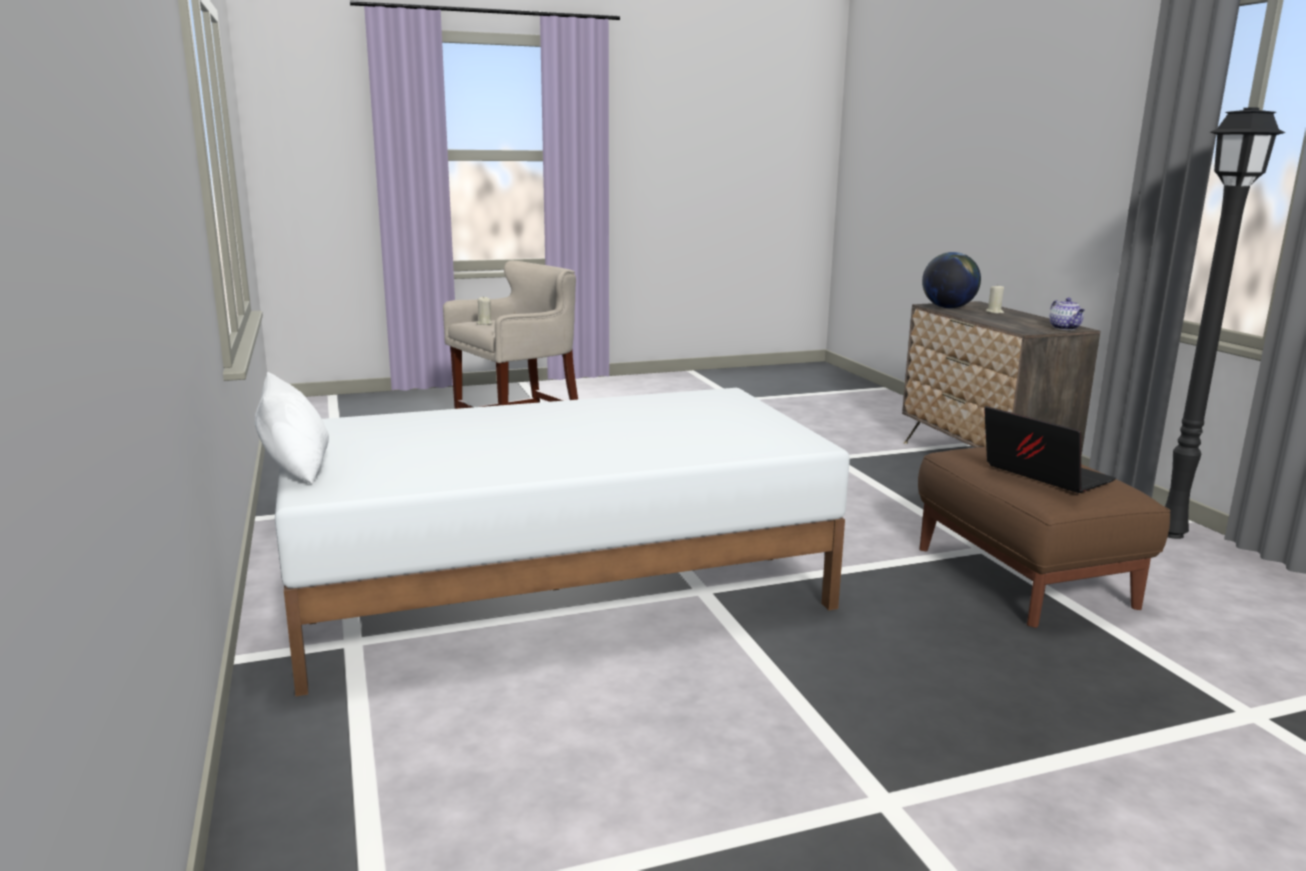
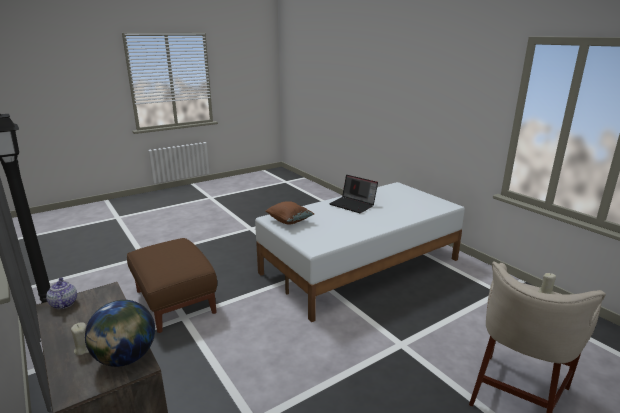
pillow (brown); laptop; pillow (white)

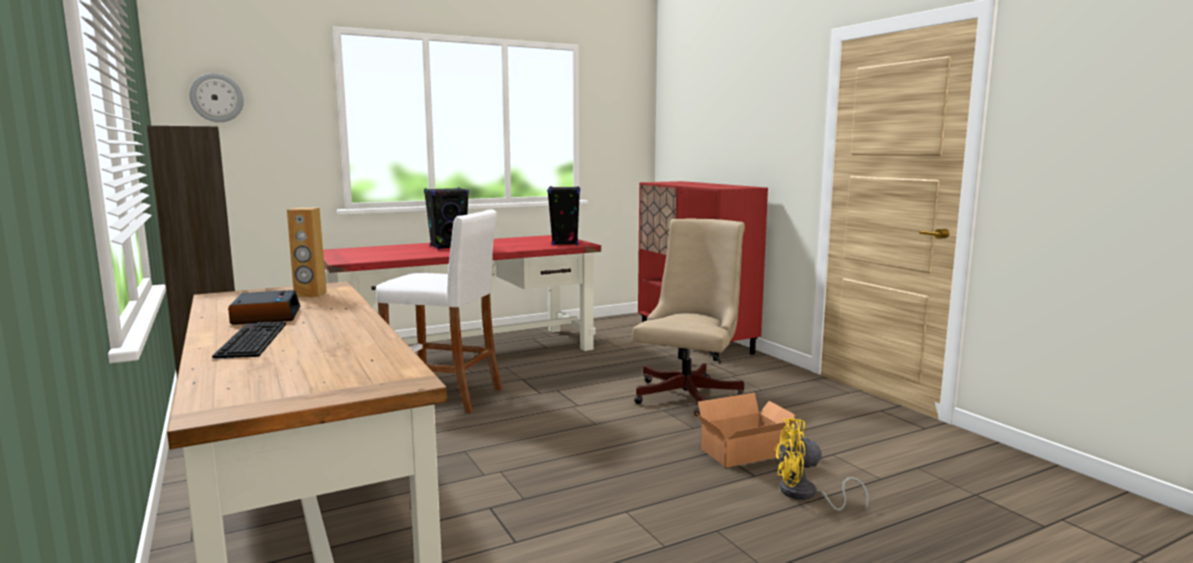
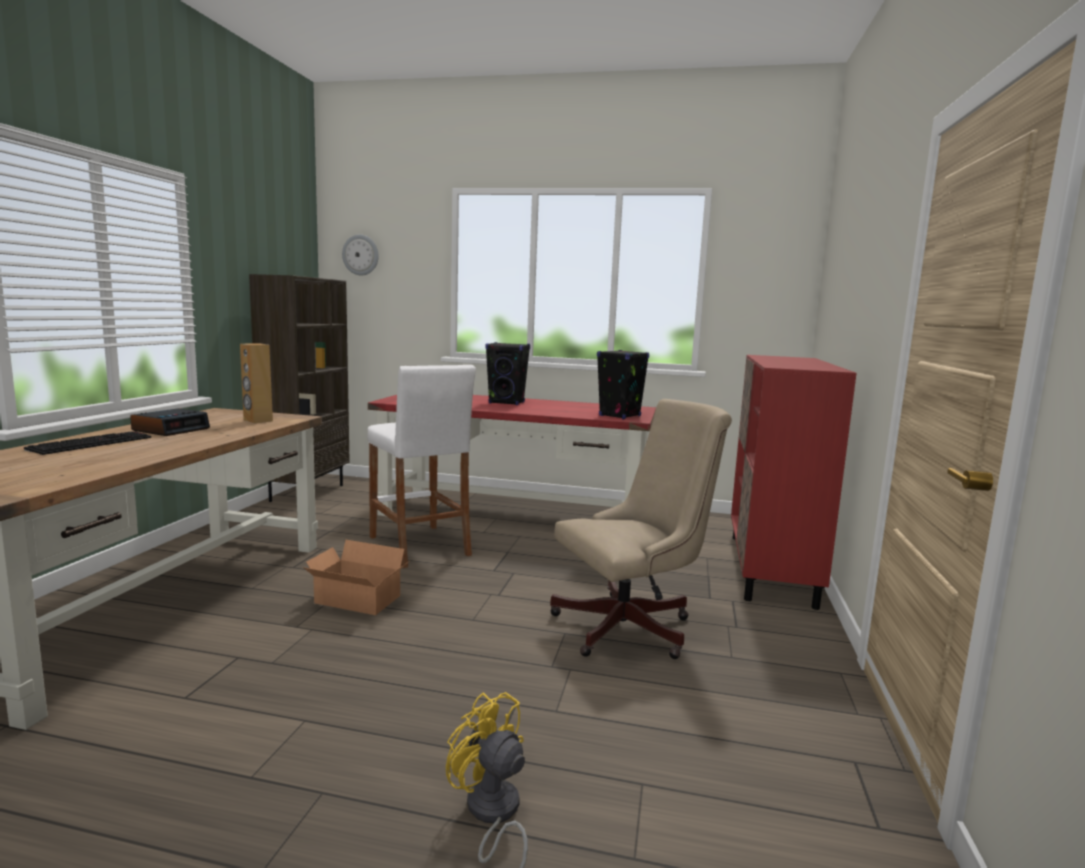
cardboard box

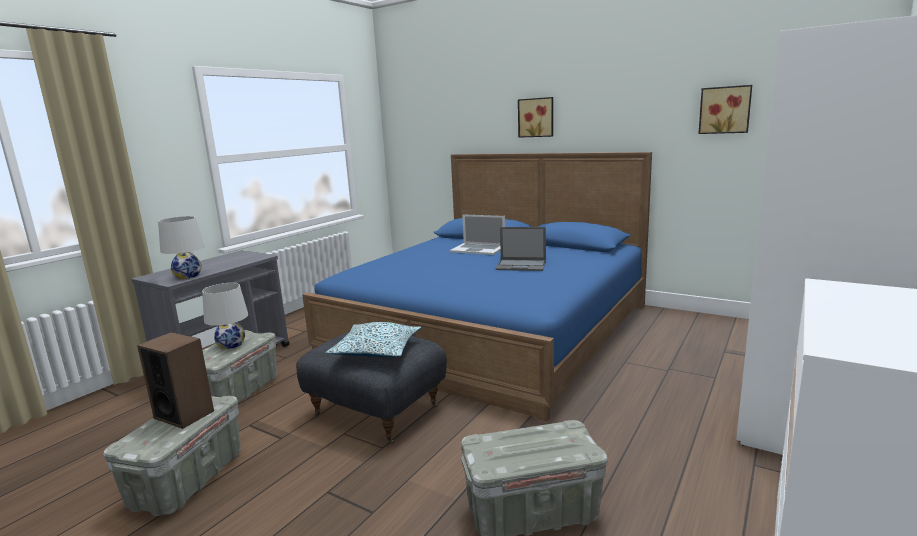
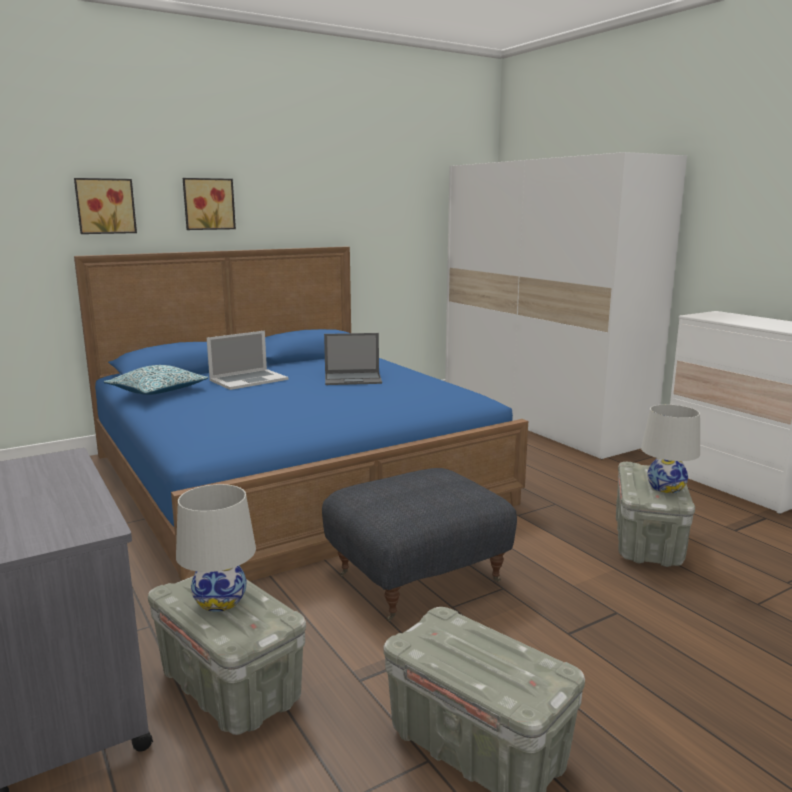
picture (1st from left); pillow; laptop (2nd from left); table lamp (white) (2nd from left); speaker

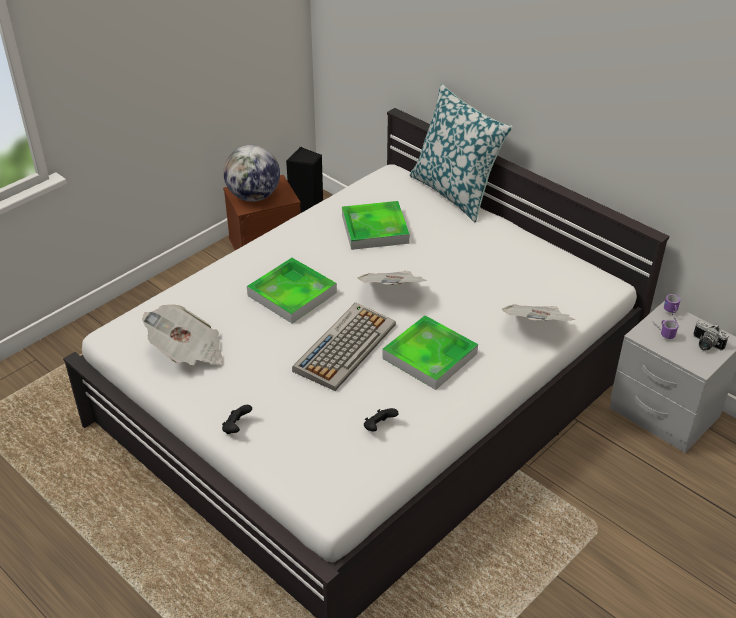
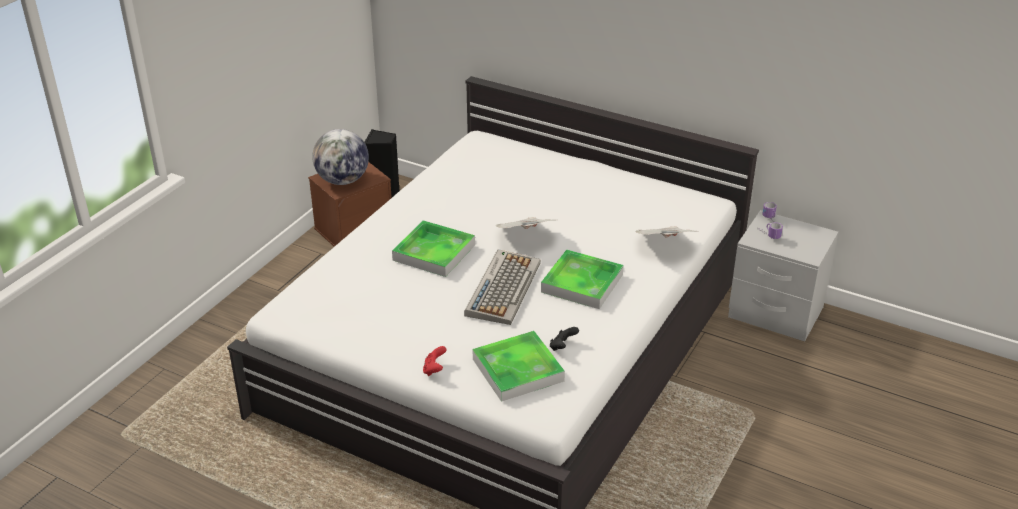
game controller (red); tray (2nd from left); newspaper (1st from left in the first image); pillow; photo camera

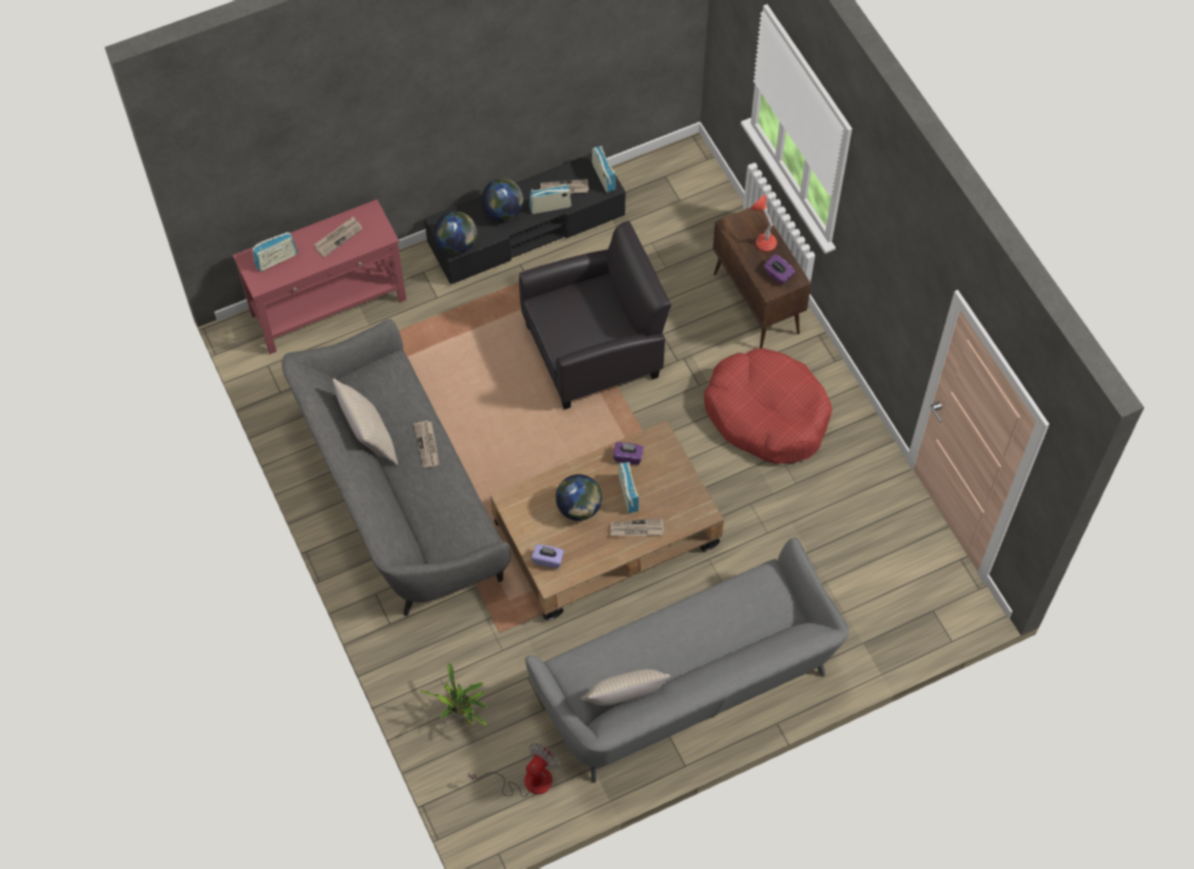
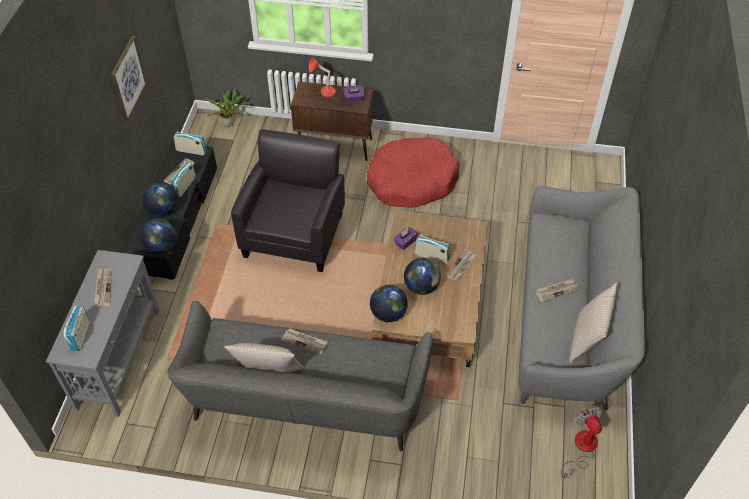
console table (grey); picture; potted plant; globe (3rd from left); newspaper (5th from left); tissue box (purple) (1st from left in the first image)

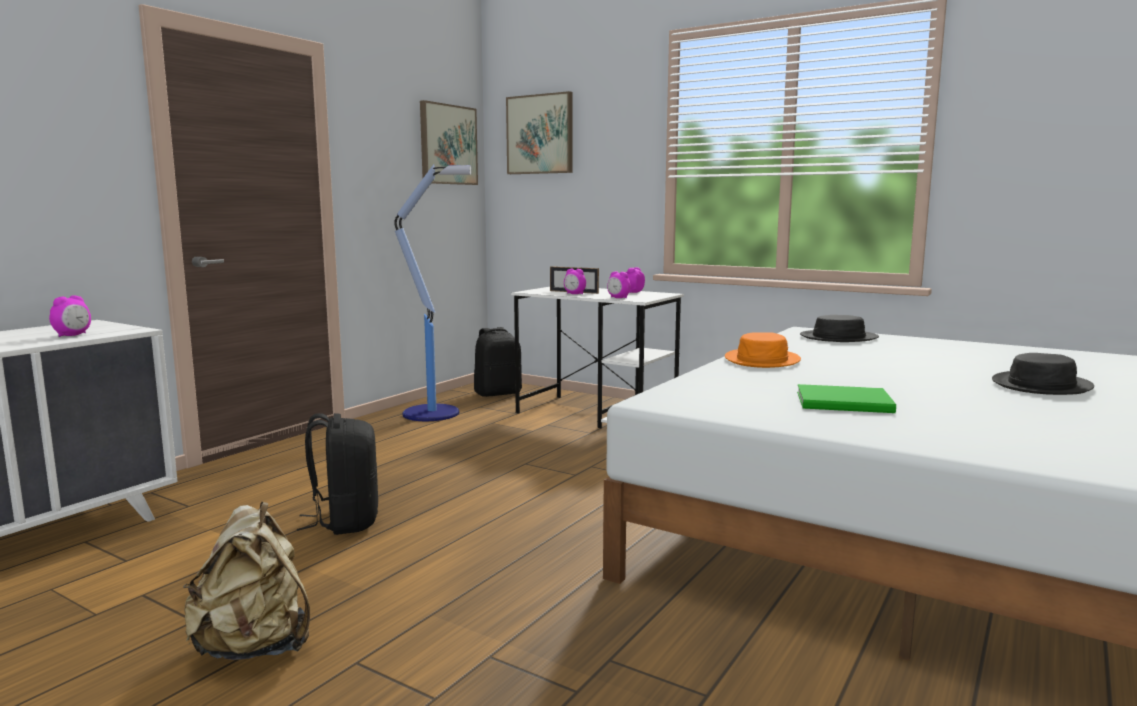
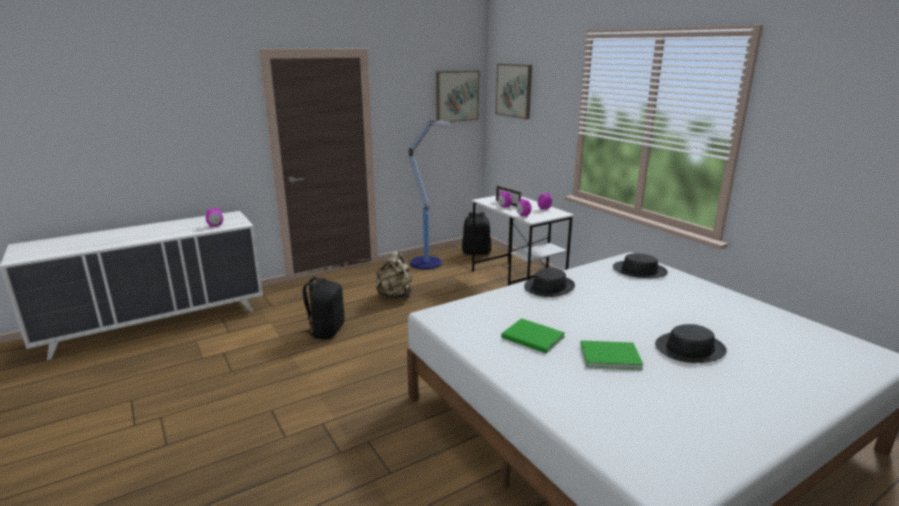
backpack (beige); hat (black) (1st from left); book (green) (2nd from left)

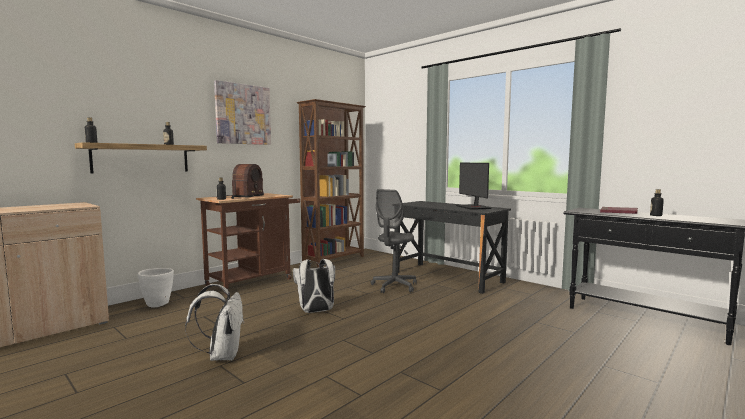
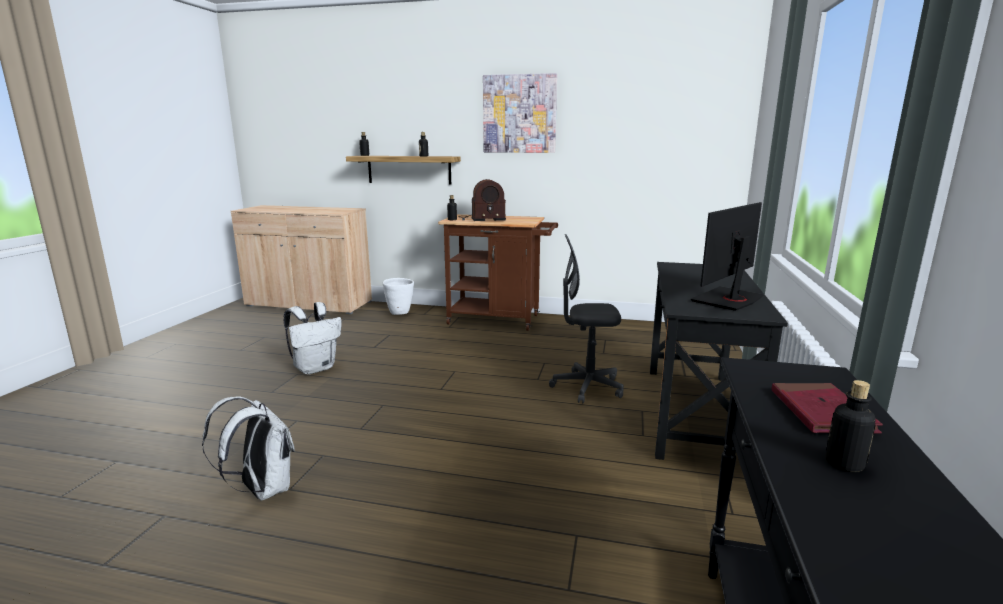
backpack (white) (1st from left); bookcase (brown)

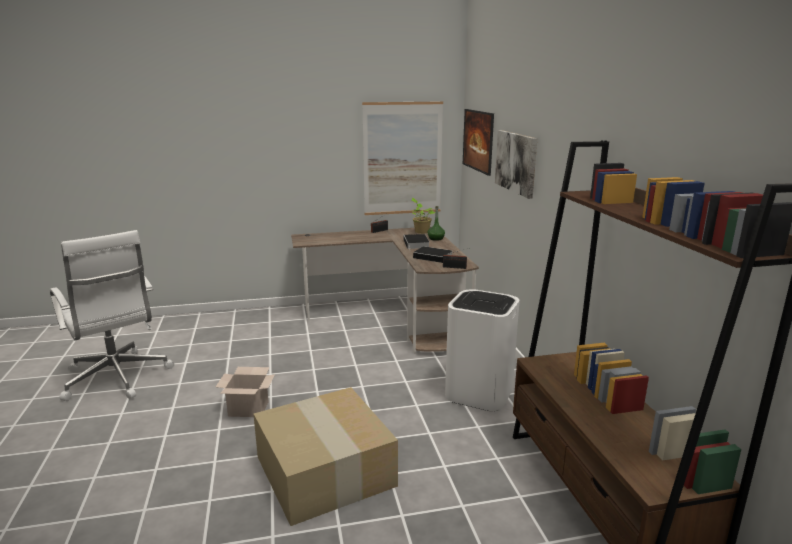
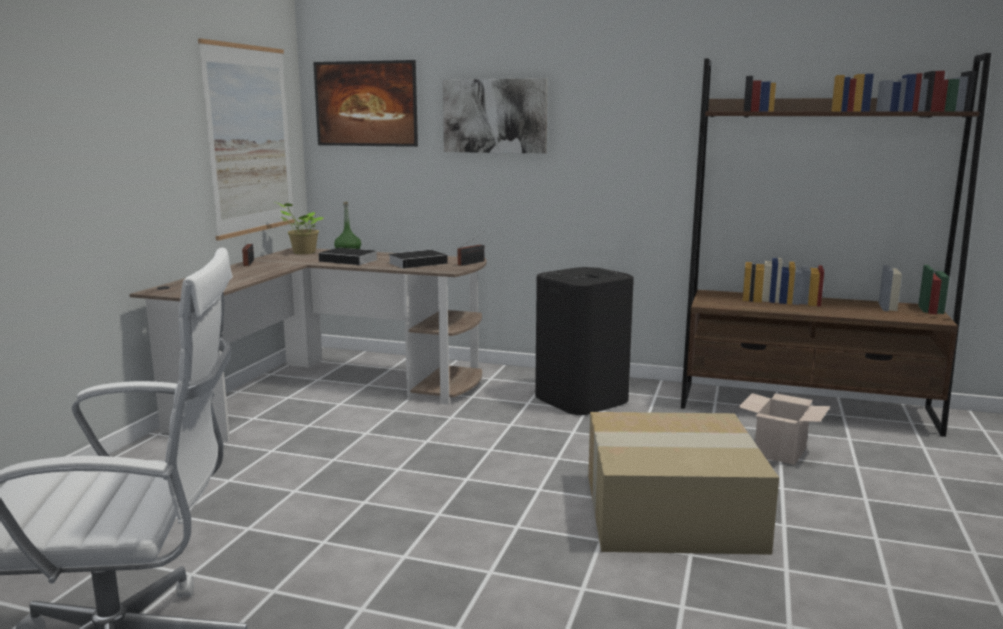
trash can (black); cardboard box (2nd from left)

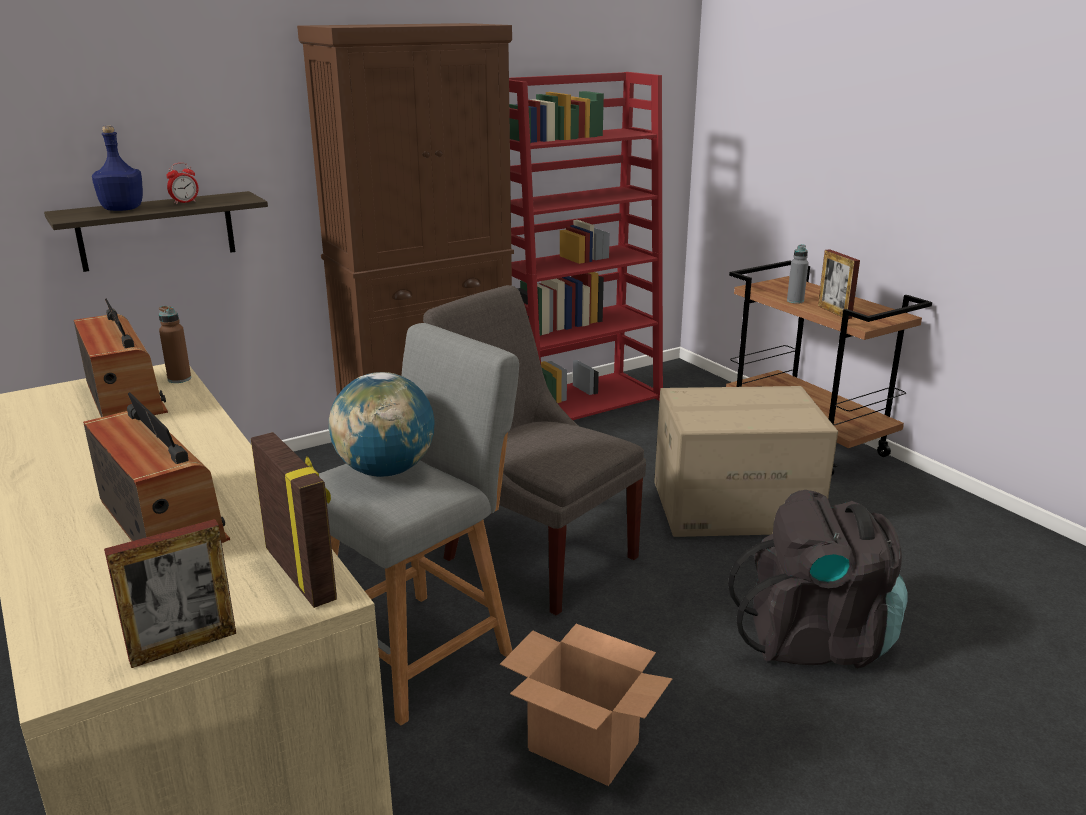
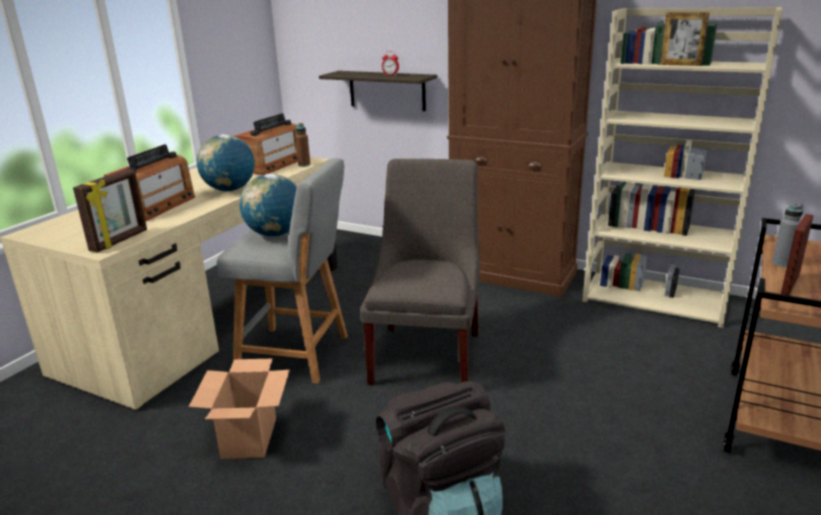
globe (1st from left); bookcase (beige); picture frame (2nd from left); bottle (blue); cardboard box (2nd from left in the first image)

